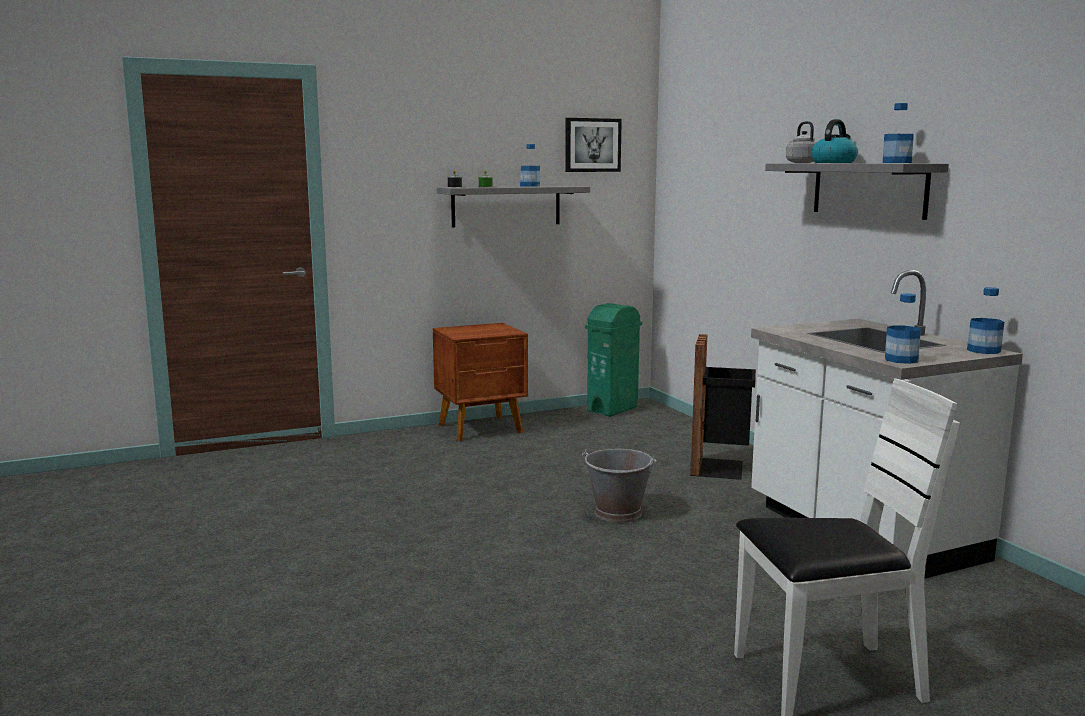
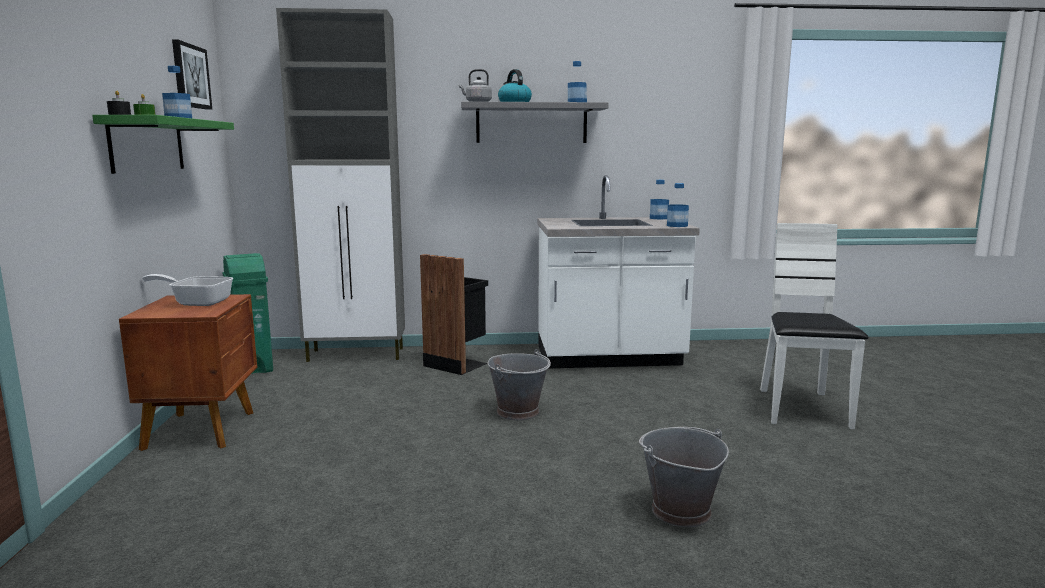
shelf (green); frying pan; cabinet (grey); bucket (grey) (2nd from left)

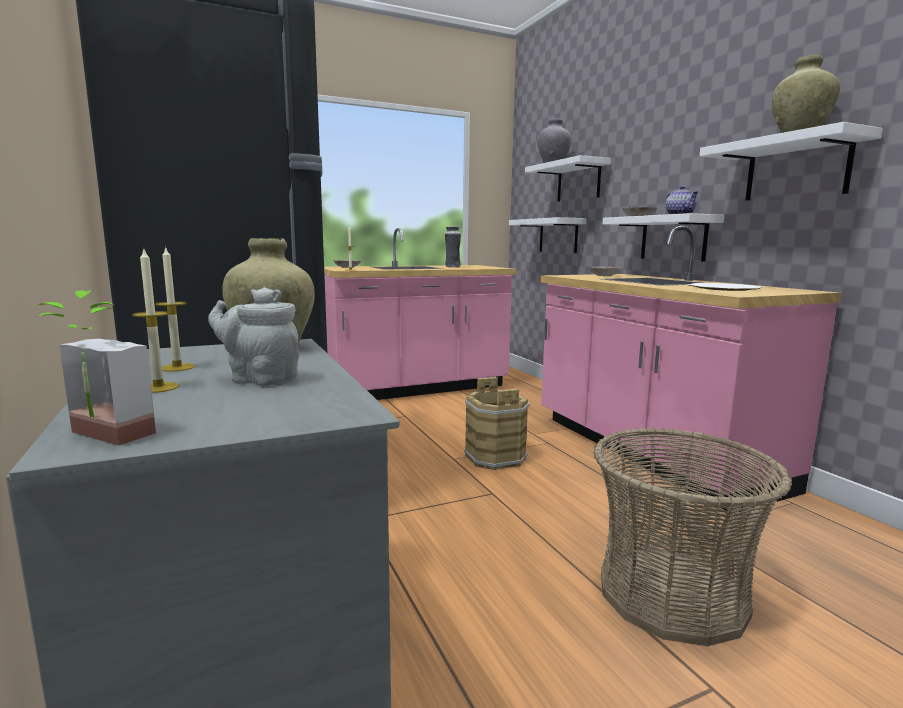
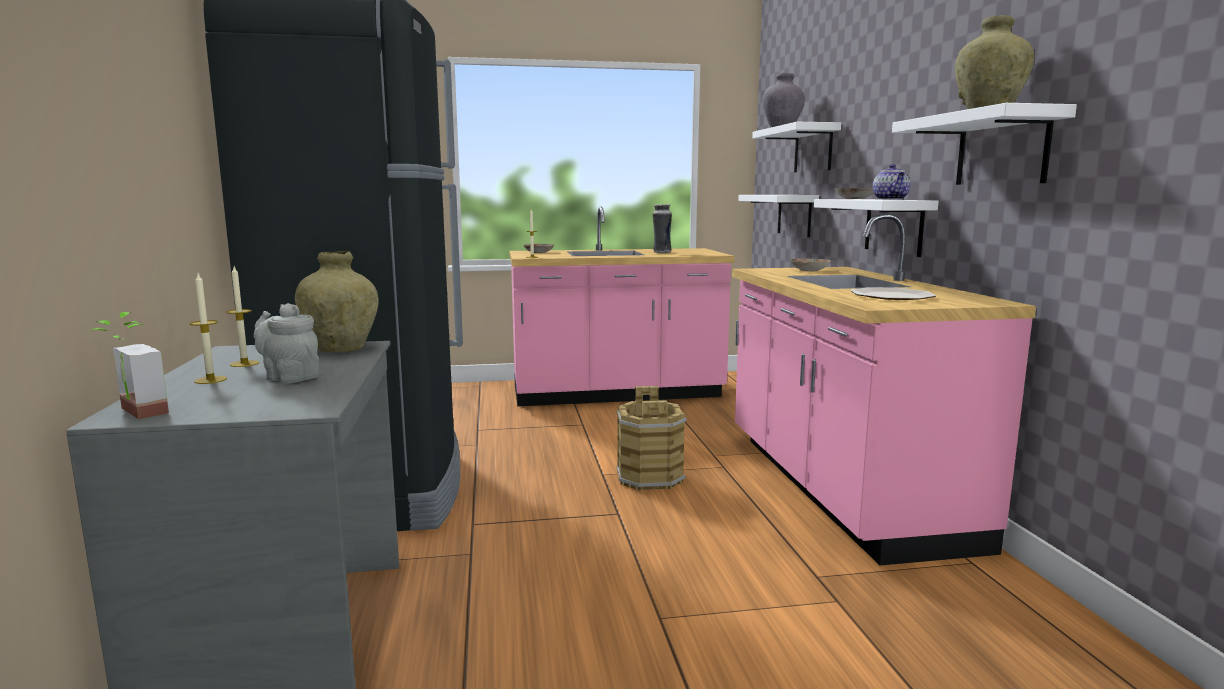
basket

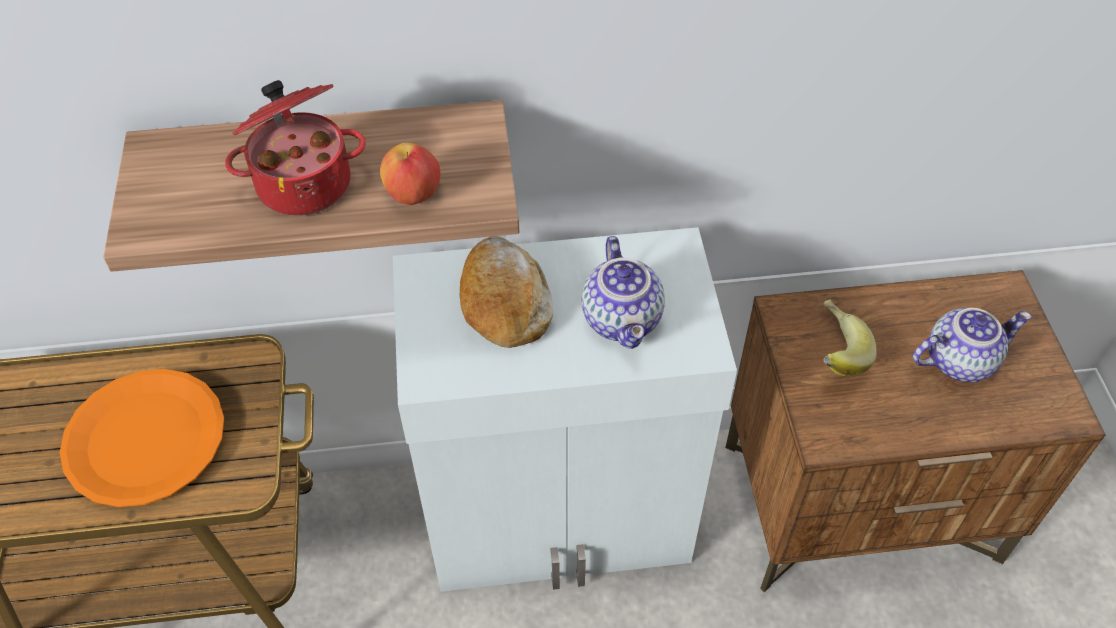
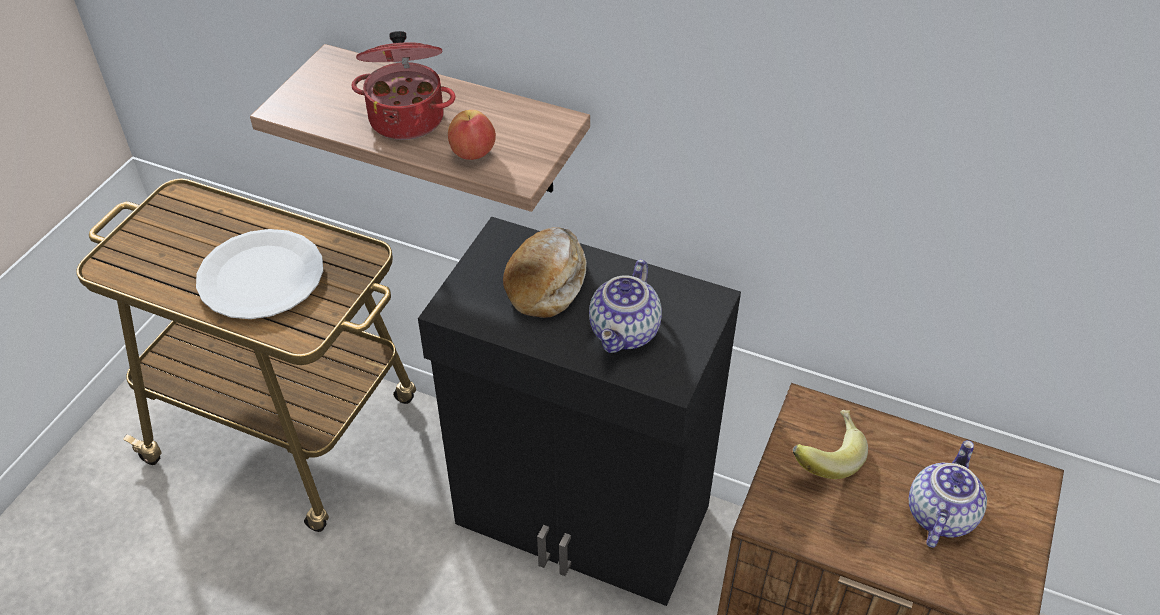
plate (white); cabinet (black); teapot (2nd from left)

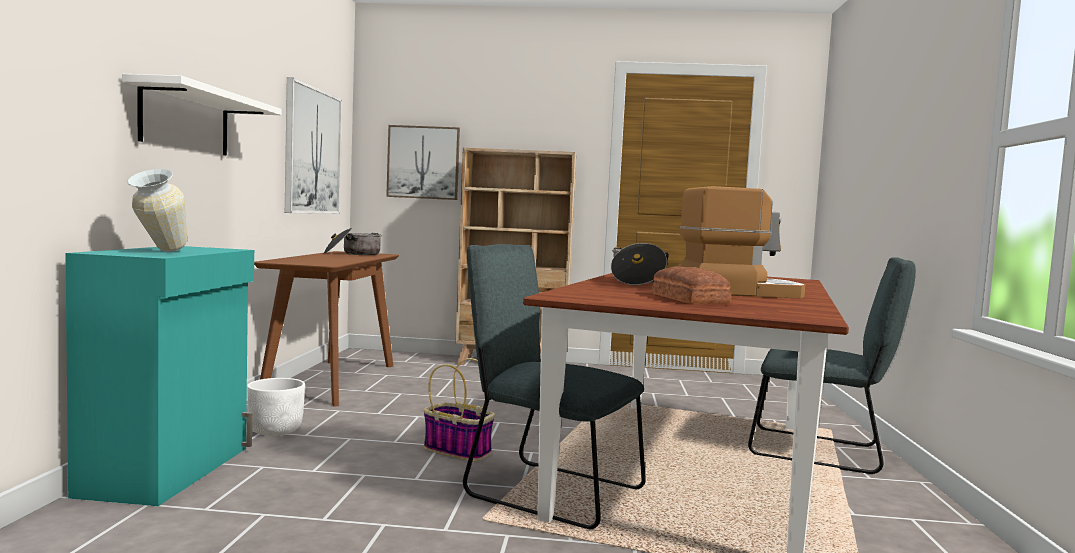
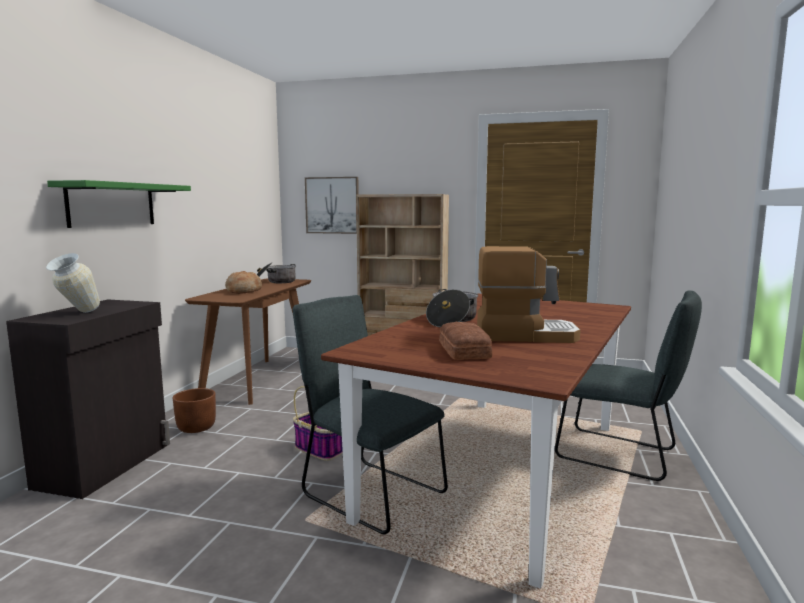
cabinet (black); shelf (green); planter (brown); bread (1st from left); picture (1st from left in the first image)

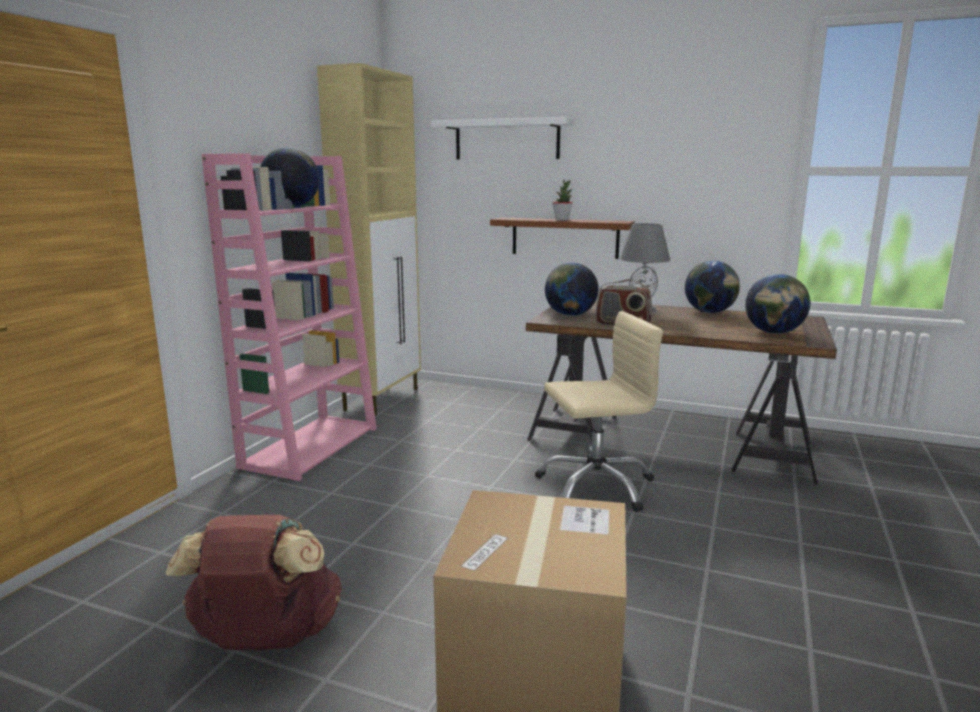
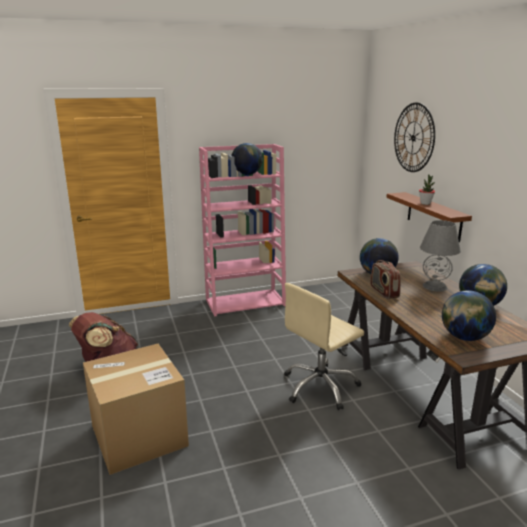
office chair (beige); wall clock; cabinet (beige)

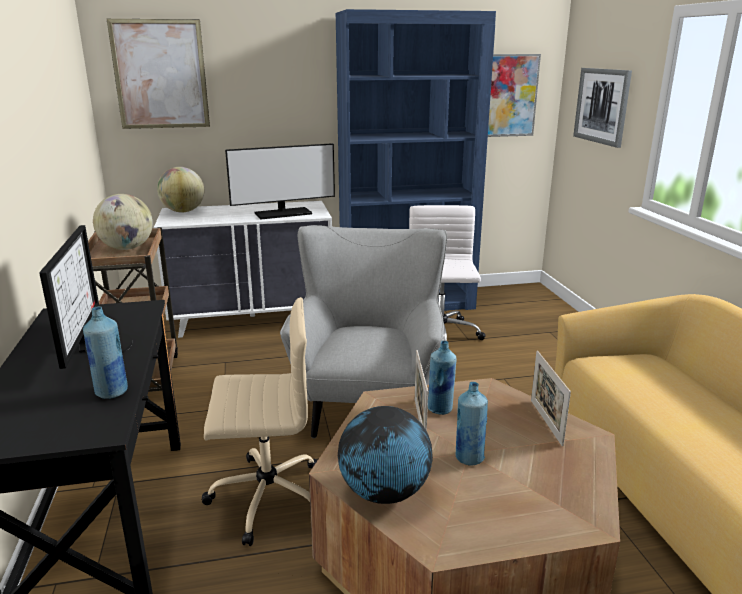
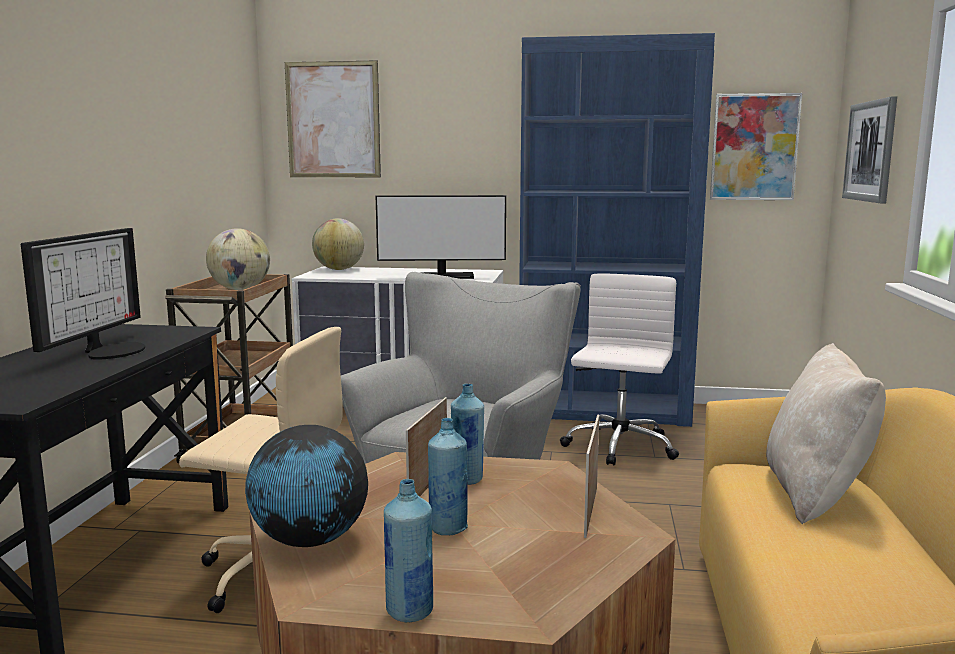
bottle (blue) (1st from left); pillow (beige)

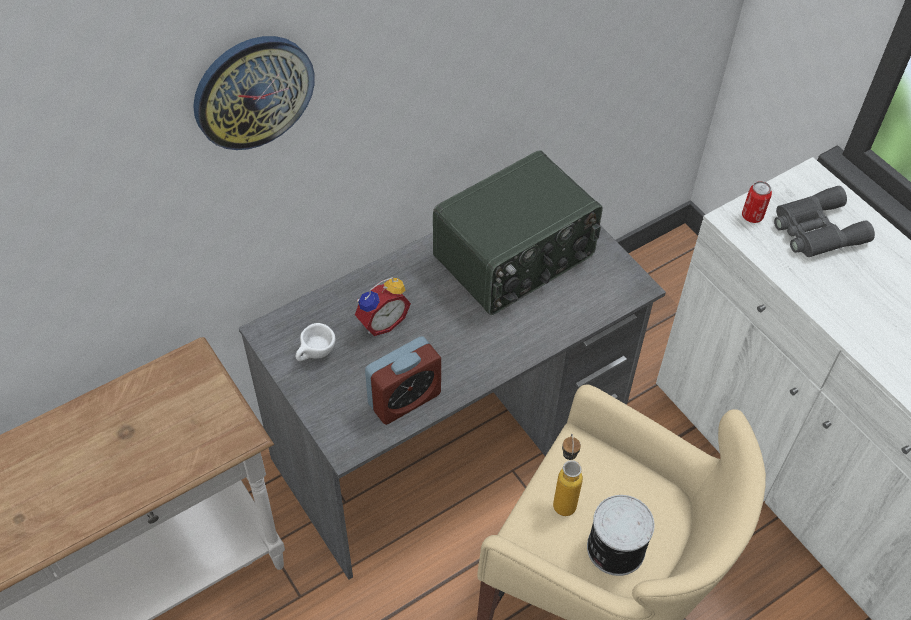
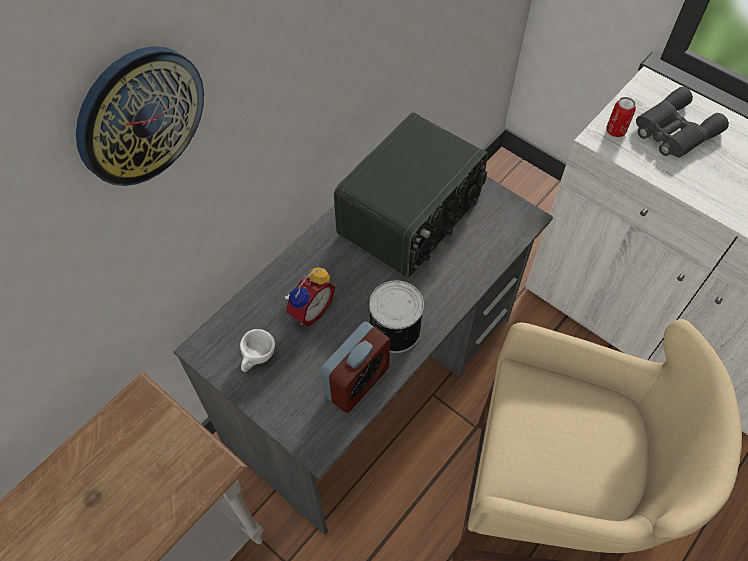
can (1st from left); bottle

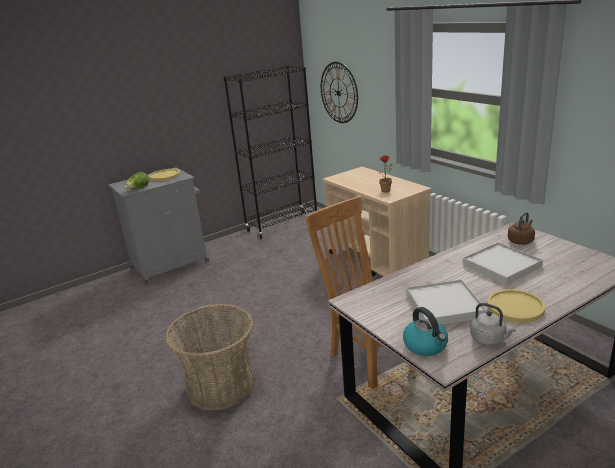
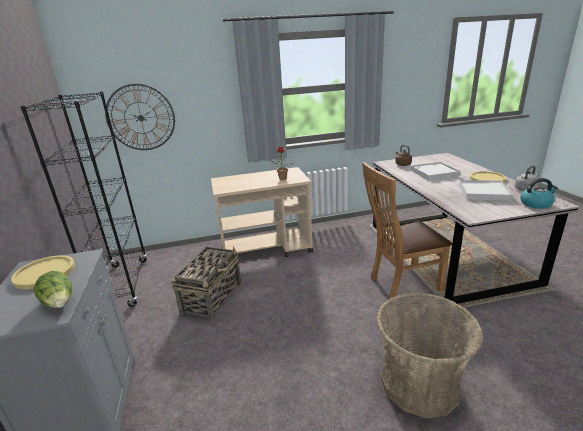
basket (1st from left)

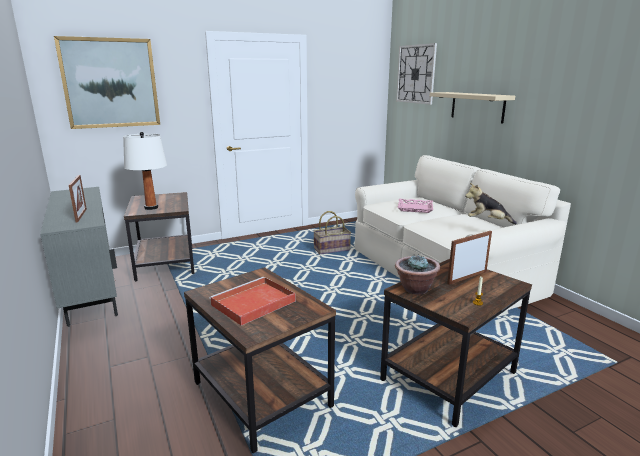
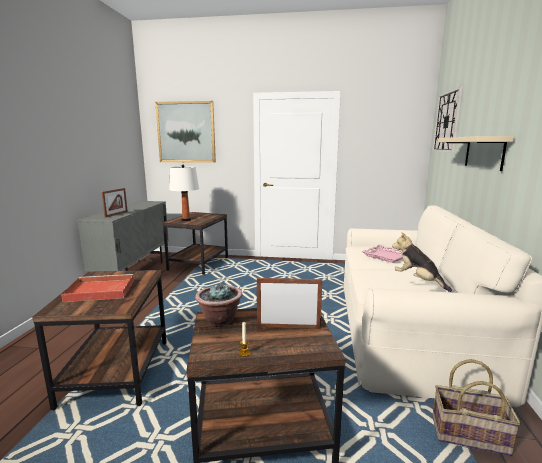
basket

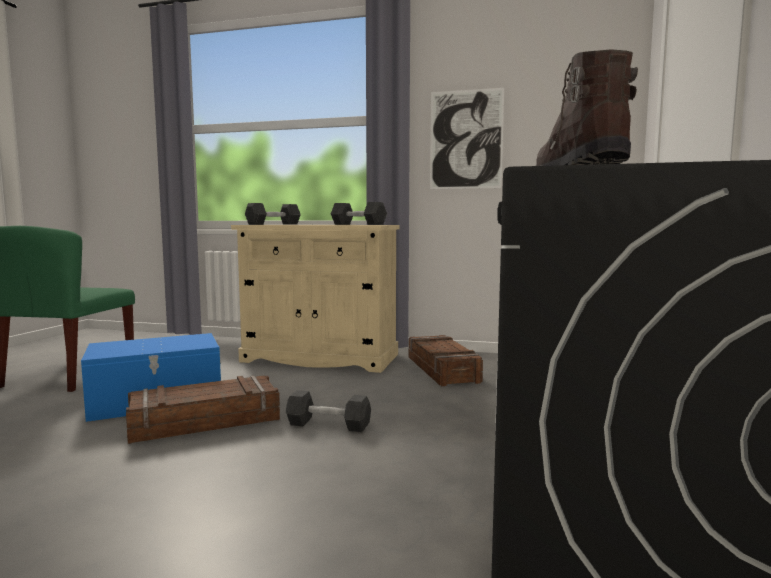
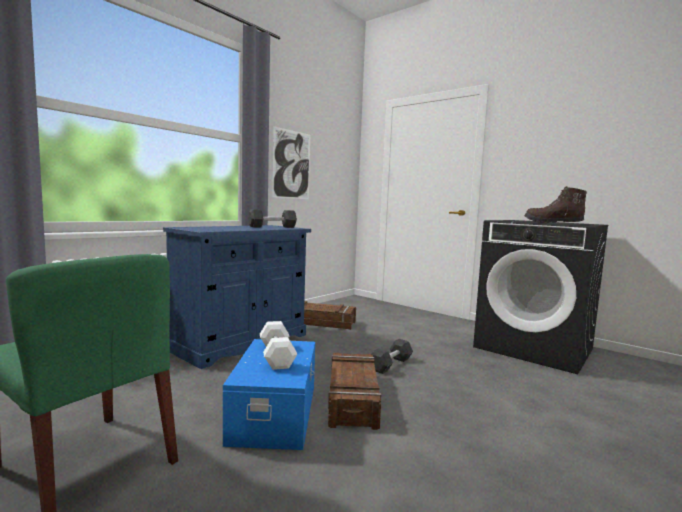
cabinet (blue); dumbbell (white); dumbbell (black) (1st from left in the first image)

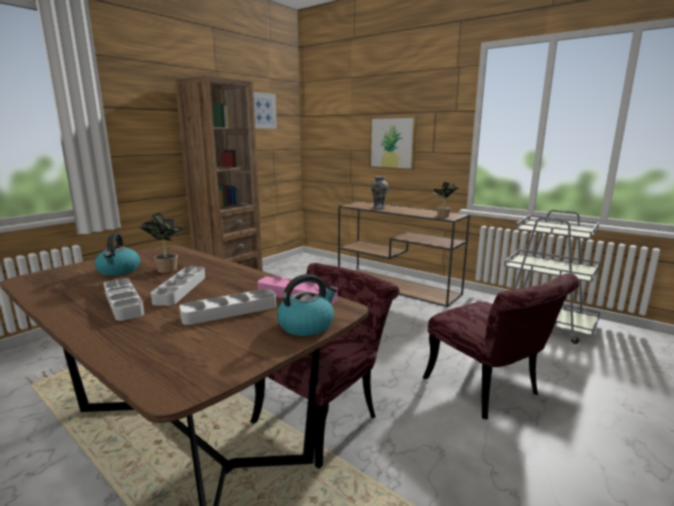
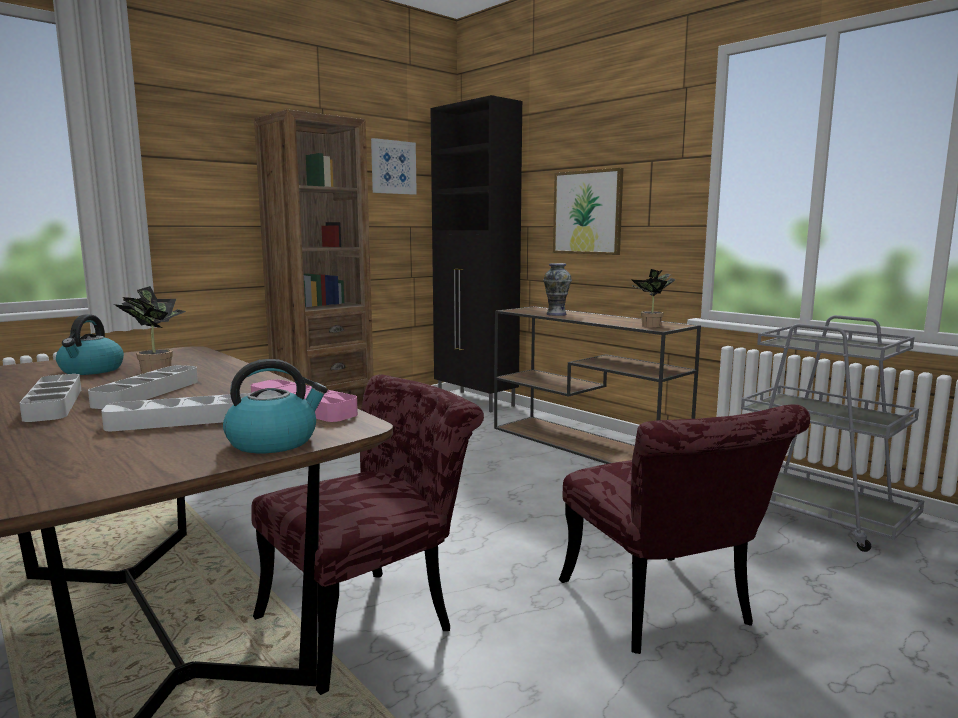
cabinet (black)

